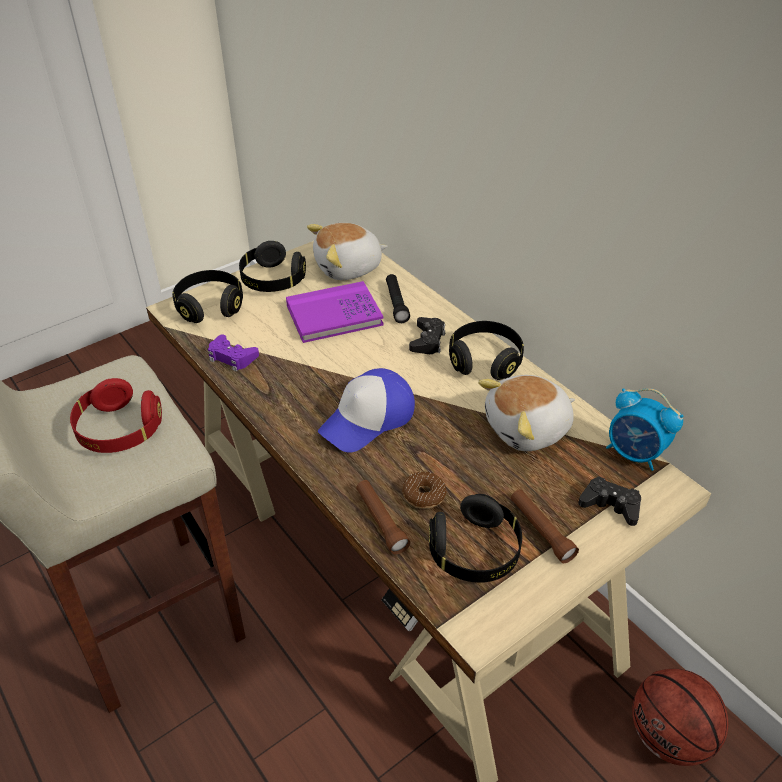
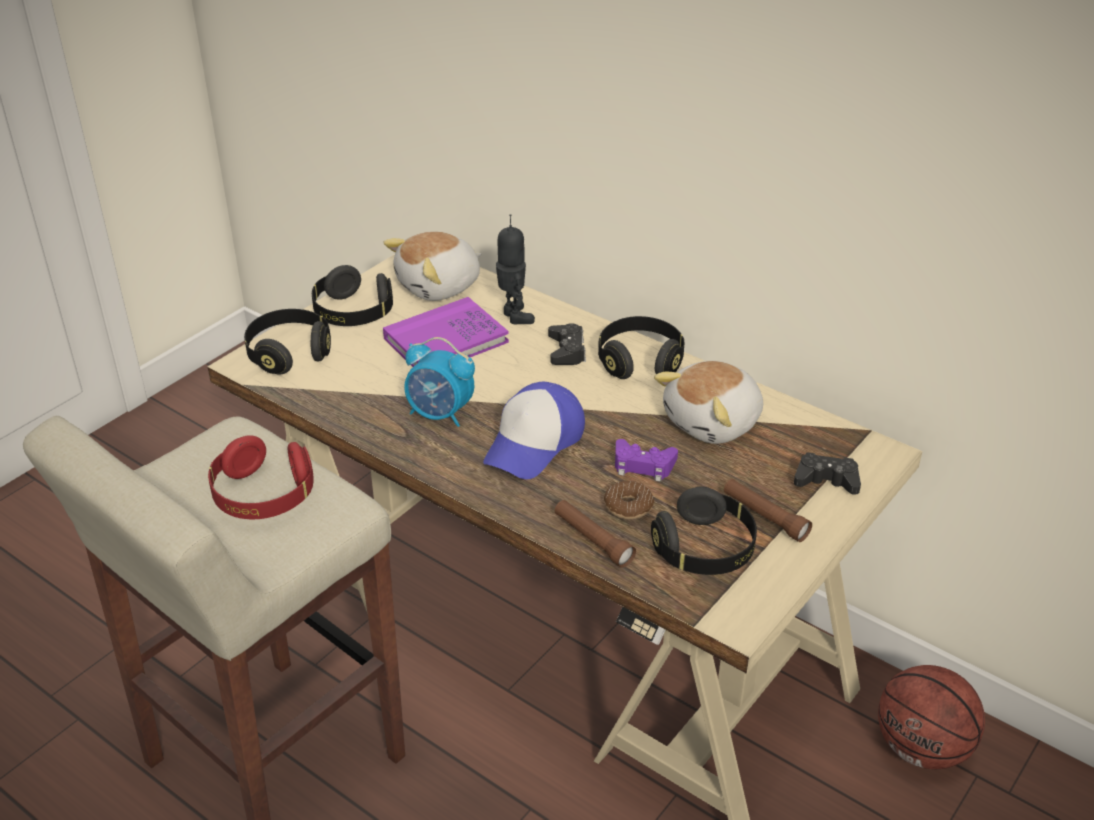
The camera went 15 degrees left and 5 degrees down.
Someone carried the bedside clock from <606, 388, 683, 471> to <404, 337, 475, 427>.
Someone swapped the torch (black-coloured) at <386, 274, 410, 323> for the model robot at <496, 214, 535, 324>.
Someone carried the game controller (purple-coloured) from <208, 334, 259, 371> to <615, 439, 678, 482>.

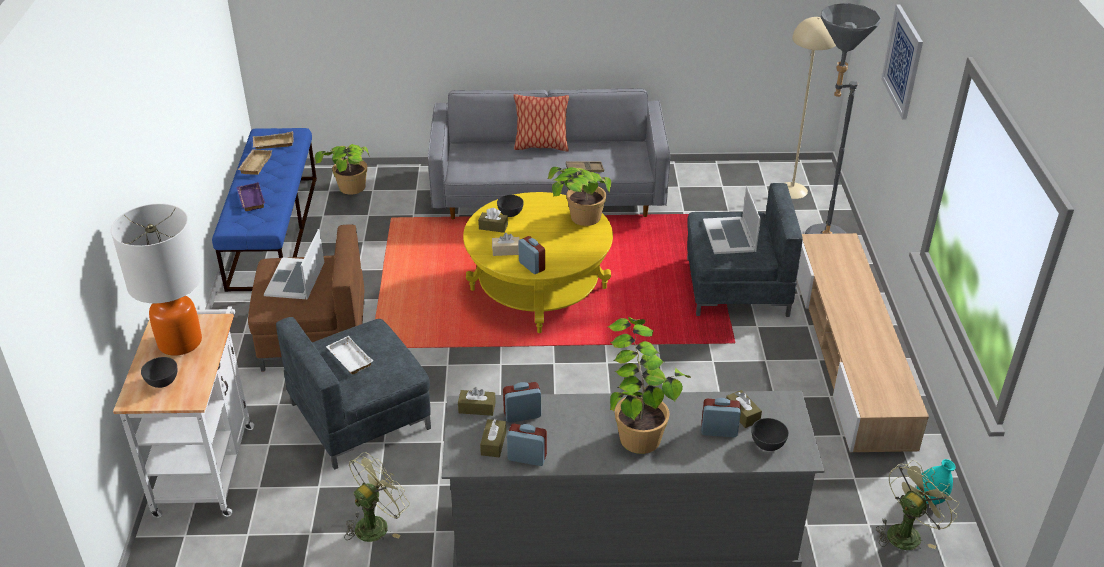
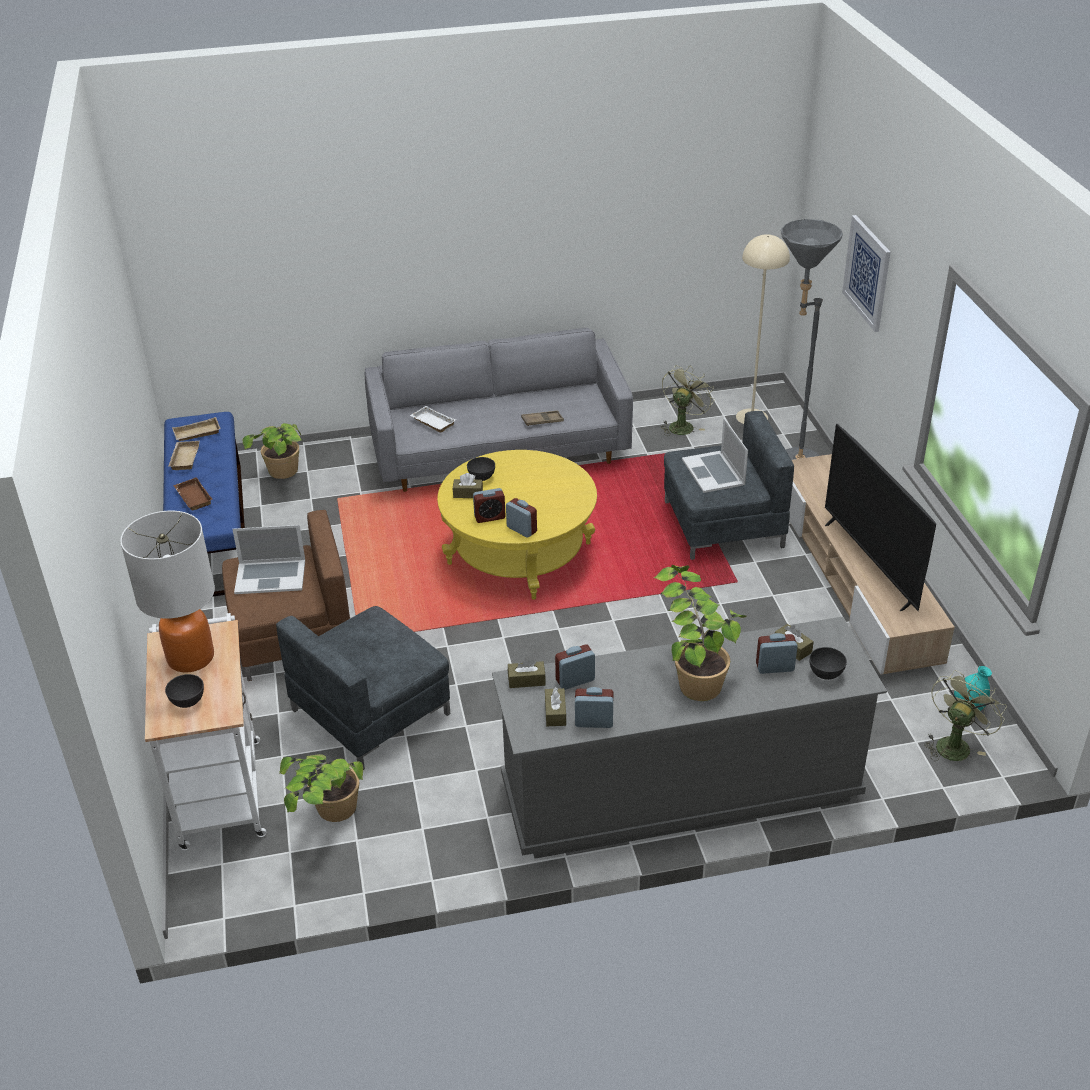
The camera went 10 degrees left and 0 degrees up.
Someone repainted the serving tray (purple-coloured) at <237, 182, 265, 211>, which became the serving tray (brown) at <173, 477, 212, 510>.
Someone rotated the notebook computer at <264, 229, 324, 299> by 90 degrees counterclockwise.
Someone carried the plant in a pot from <547, 167, 611, 226> to <279, 754, 363, 822>.
Someone carried the serving tray (white-coloured) from <326, 336, 373, 374> to <410, 406, 456, 432>.
Someone swapped the tissue holder (sand-coloured) at <492, 233, 520, 256> for the bedside clock at <473, 488, 506, 523>.
Someone carried the cooling fan (green) from <344, 452, 410, 542> to <660, 365, 715, 436>.
Someone put down the television at <825, 424, 936, 611>.
Someone took away the pillow at <513, 94, 569, 152>.

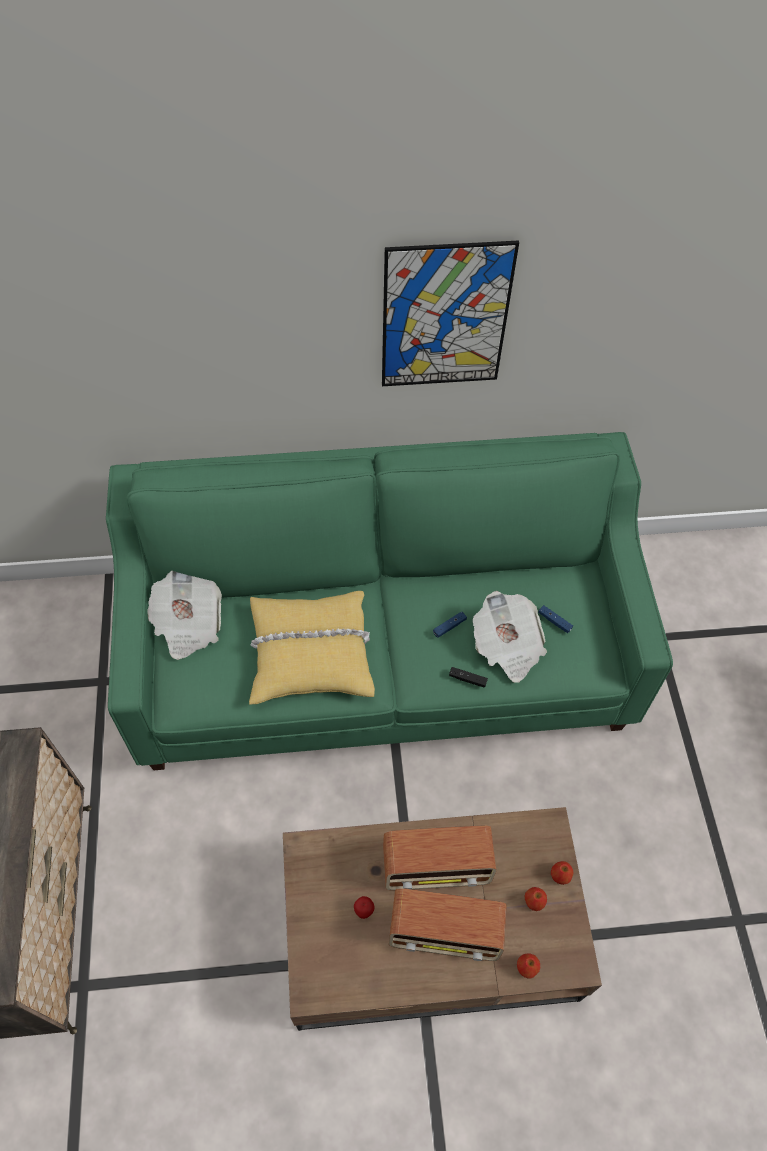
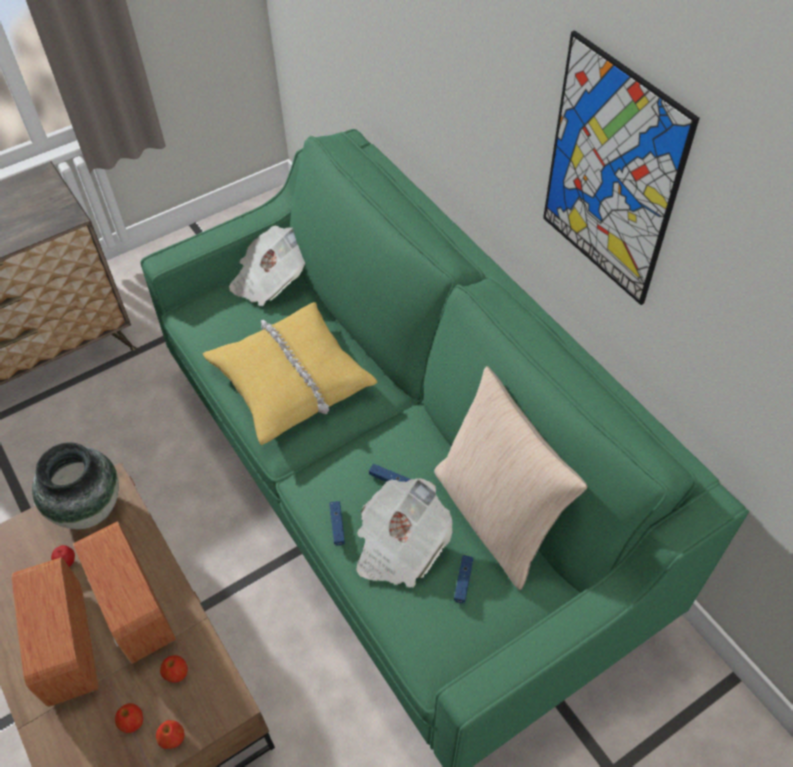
The camera went 65 degrees right and 5 degrees down.
Someone put down the vase at <32, 442, 119, 529>.
Someone carried the apple fruit from <517, 953, 540, 979> to <160, 655, 188, 683>.
Someone repainted the game controller (black-coloured) at <449, 667, 488, 688>, which became the game controller (blue) at <329, 501, 345, 546>.
Someone put down the pillow (sand-coloured) at <434, 366, 588, 590>.

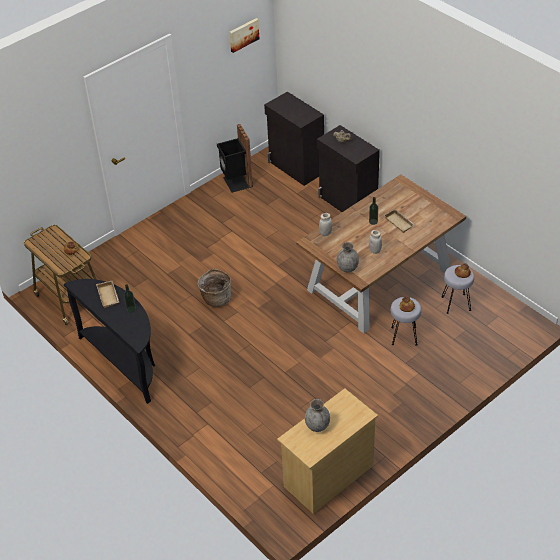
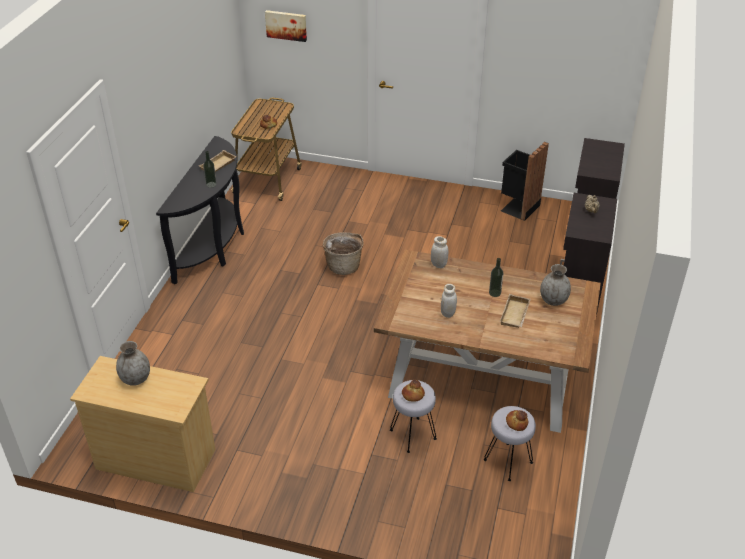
The camera went 55 degrees right and 5 degrees down.
Someone carried the wall art from <229, 18, 259, 53> to <265, 10, 307, 42>.
Someone carried the vase (greyish) from <337, 242, 359, 272> to <540, 264, 571, 306>.

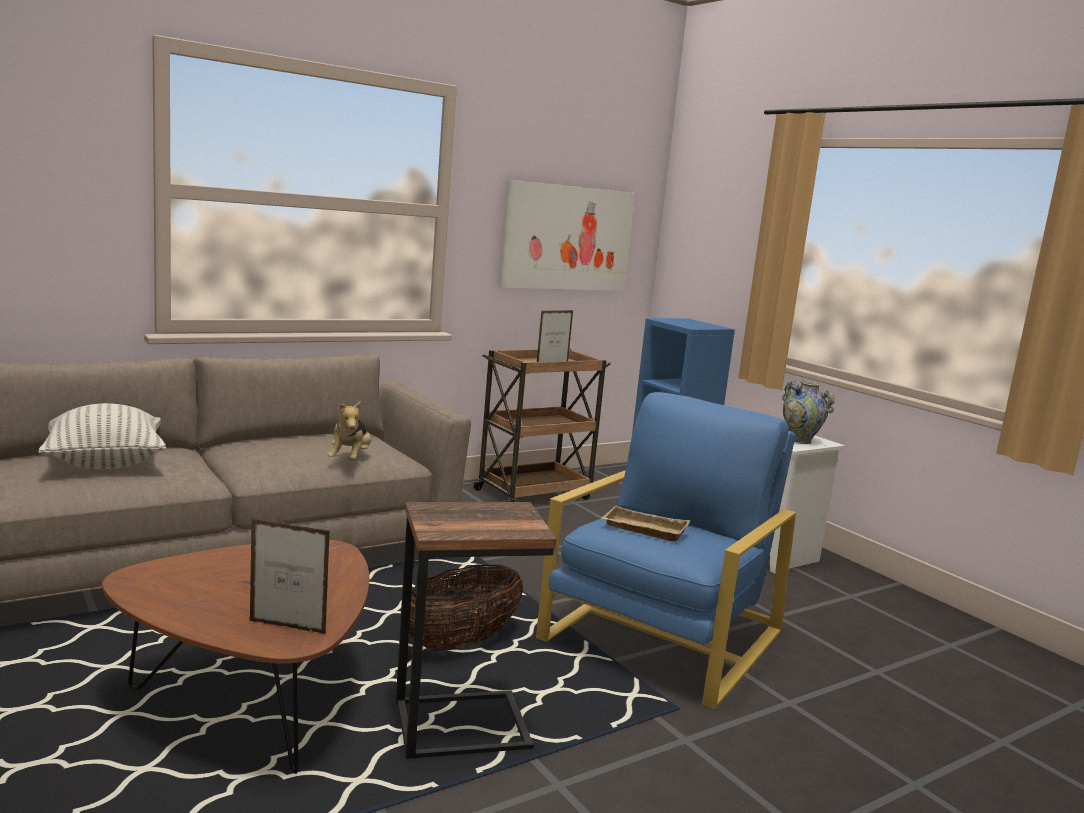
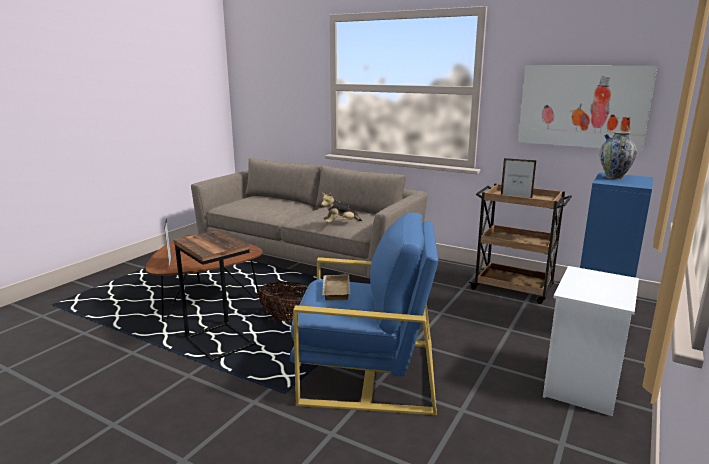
The camera went 65 degrees right and 5 degrees up.
Someone carried the vase from <782, 381, 835, 444> to <599, 131, 637, 180>.
Someone took away the pillow at <38, 403, 166, 469>.

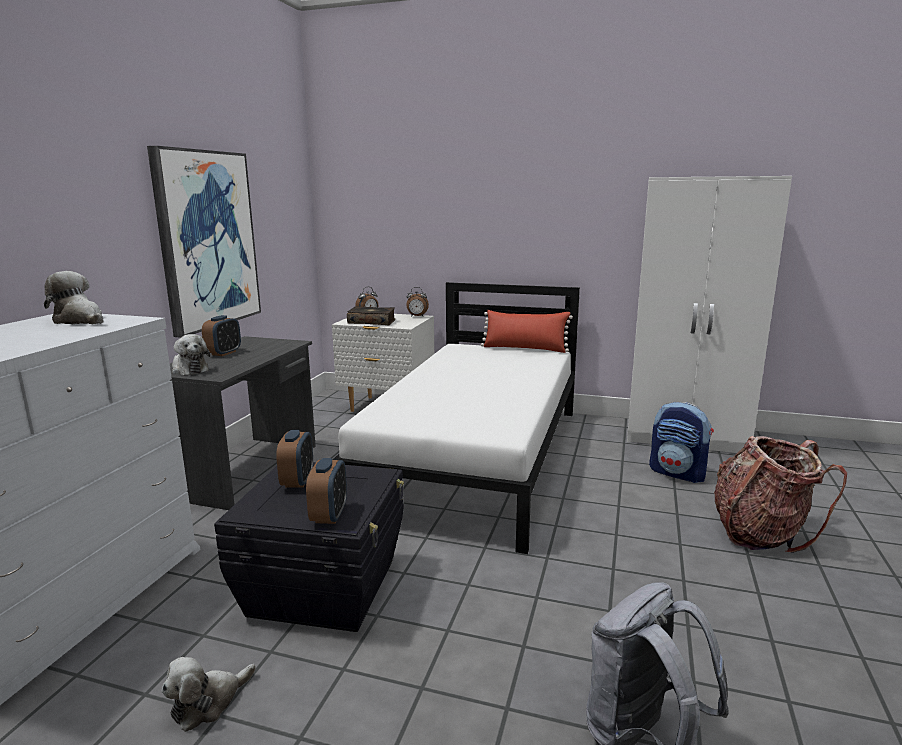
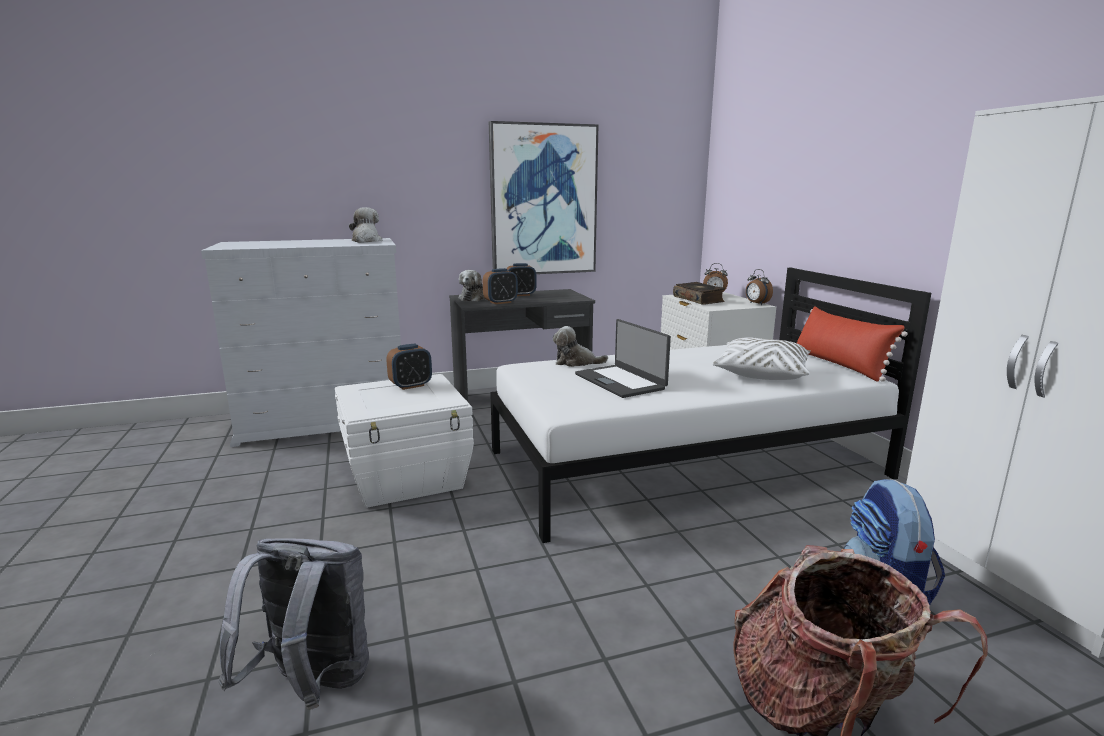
The camera went 55 degrees right and 0 degrees up.
Someone repainted the storage box (black-coloured) at <214, 462, 404, 632>, which became the storage box (white-coloured) at <335, 374, 474, 508>.
Someone carried the bedside clock from <306, 458, 347, 524> to <483, 268, 518, 304>.
Someone carried the cuddly toy from <161, 657, 256, 732> to <553, 326, 608, 367>.
Someone put down the notebook computer at <575, 319, 671, 398>.
Someone put down the pillow (white-coloured) at <713, 337, 811, 380>.

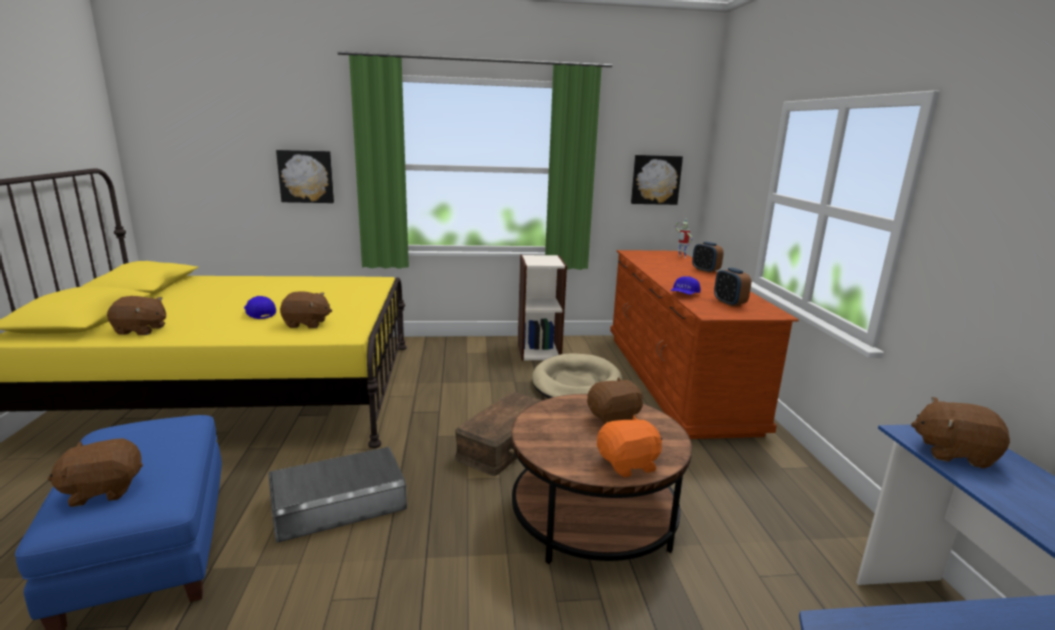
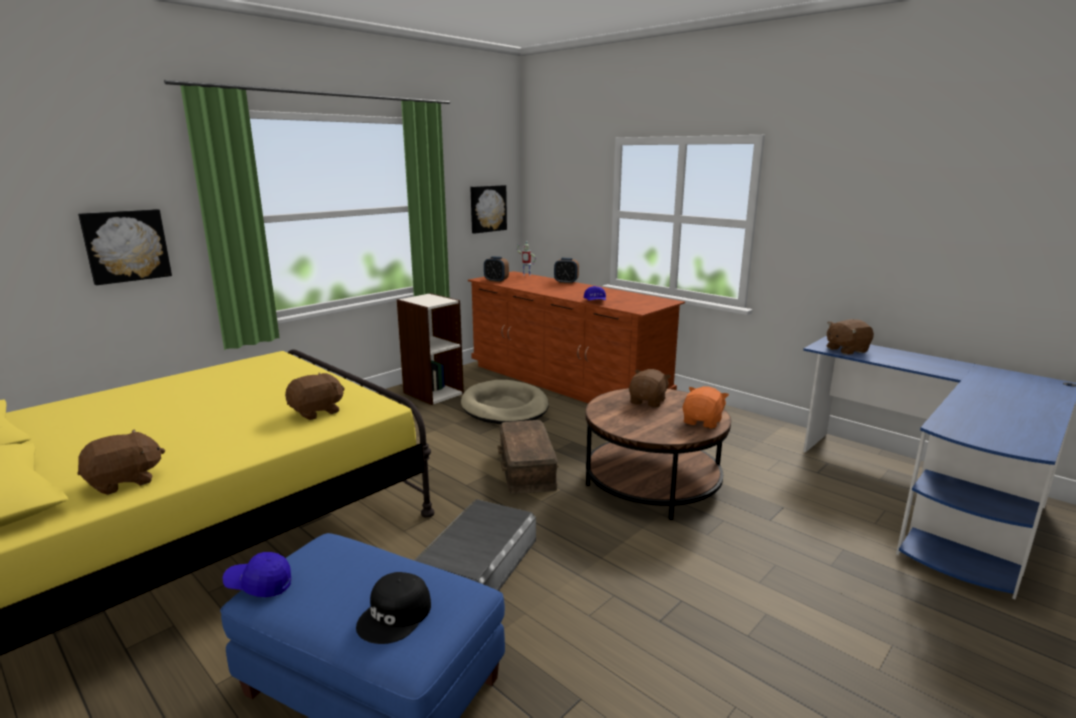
The camera went 40 degrees left and 0 degrees up.
Someone carried the peaked cap (blue) from <244, 296, 276, 319> to <223, 552, 291, 597>.
Someone swapped the cuddly toy (brown) at <48, 438, 143, 507> for the peaked cap (black-coloured) at <356, 572, 431, 644>.
Someone carried the bedside clock from <714, 268, 751, 307> to <484, 256, 509, 282>.

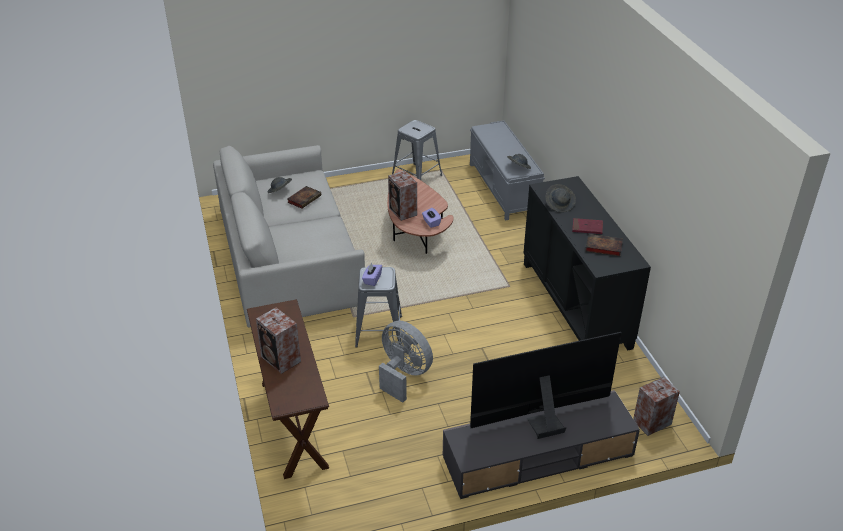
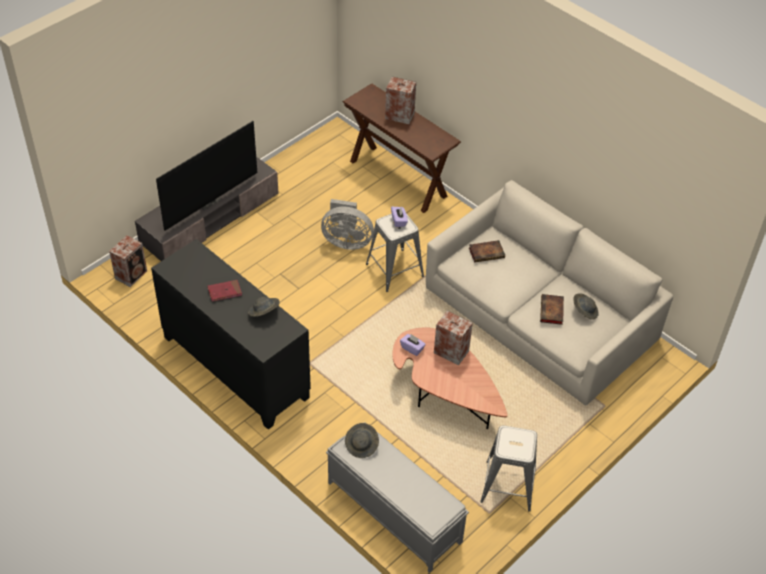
The camera went 150 degrees right and 10 degrees up.
Someone carried the volume from <585, 234, 623, 256> to <469, 240, 505, 263>.

